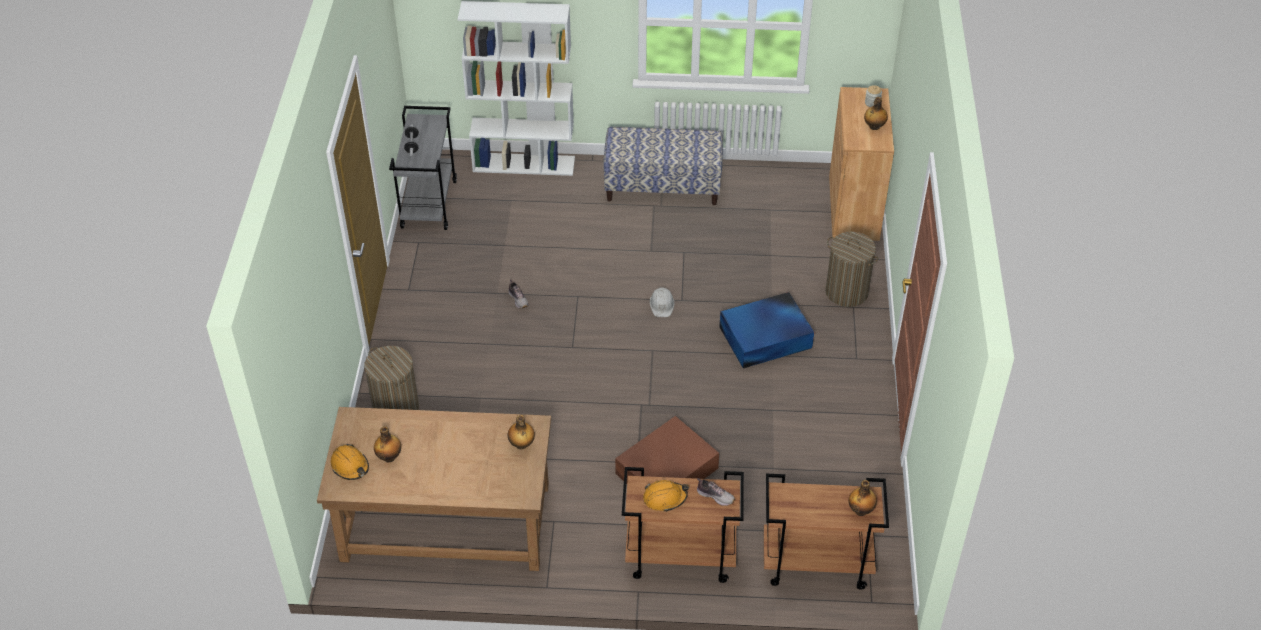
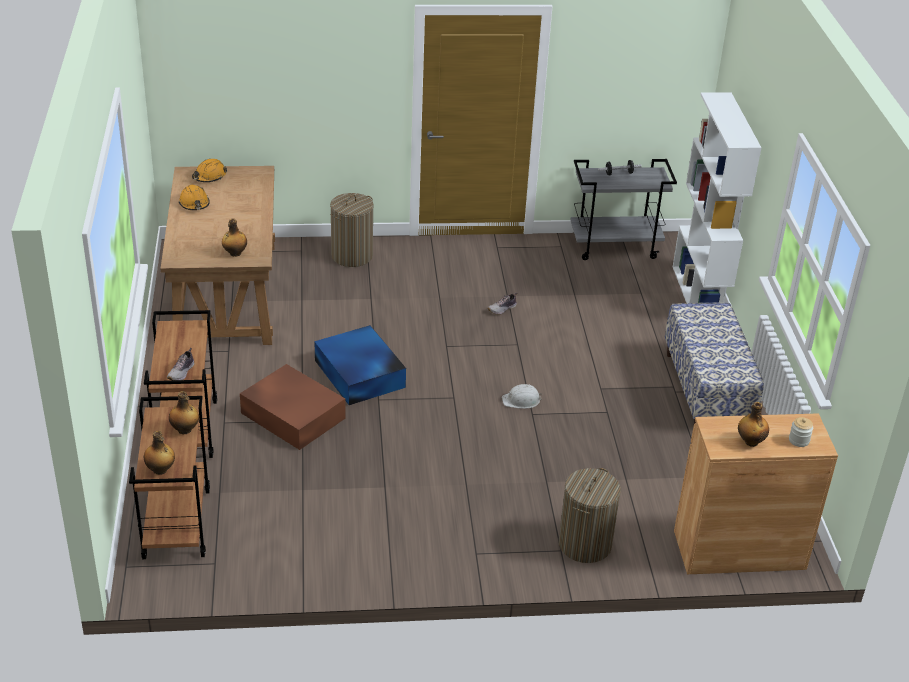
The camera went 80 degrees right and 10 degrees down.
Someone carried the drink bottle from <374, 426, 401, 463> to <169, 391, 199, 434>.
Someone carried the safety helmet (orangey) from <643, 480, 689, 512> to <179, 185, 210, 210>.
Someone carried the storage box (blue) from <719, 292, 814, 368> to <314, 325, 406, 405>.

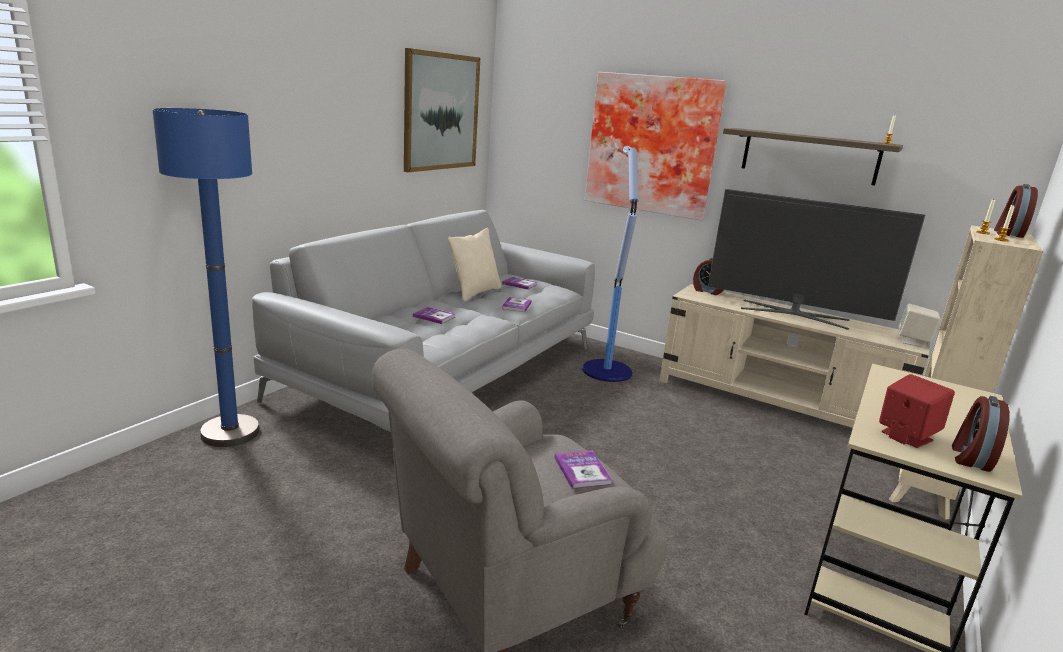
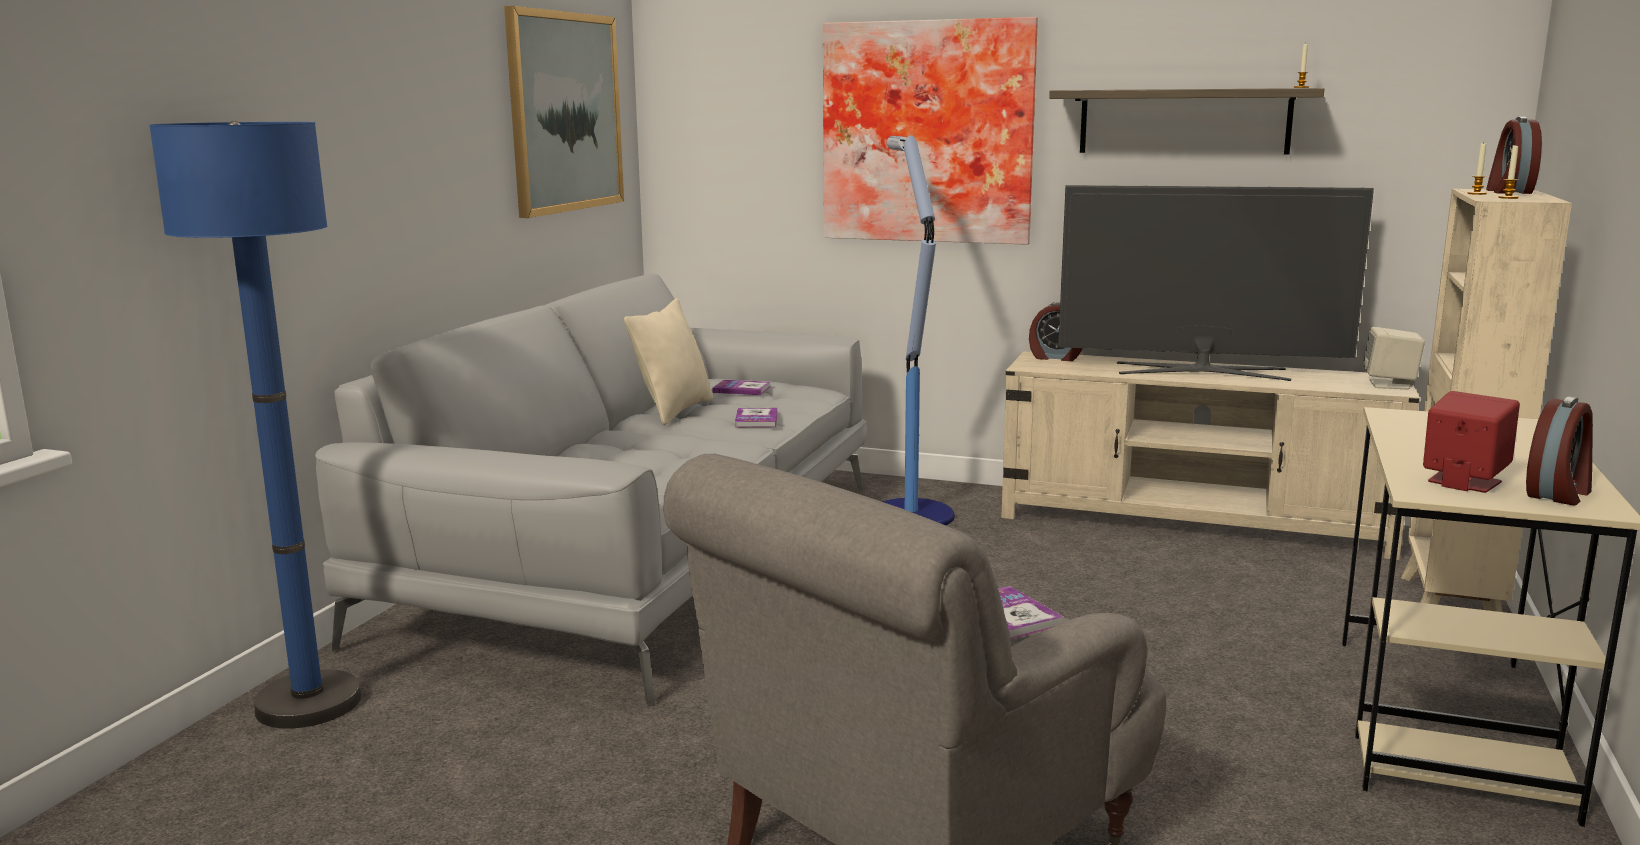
The camera went 10 degrees left and 5 degrees down.
Someone rotated the bedside clock at <952, 396, 1010, 472> by 150 degrees counterclockwise.
Someone took away the volume at <413, 307, 455, 324>.

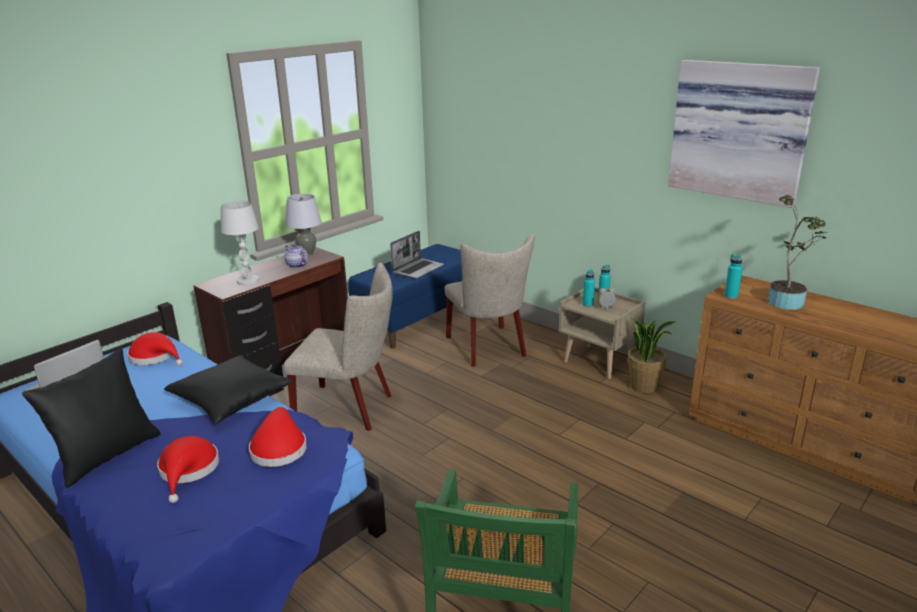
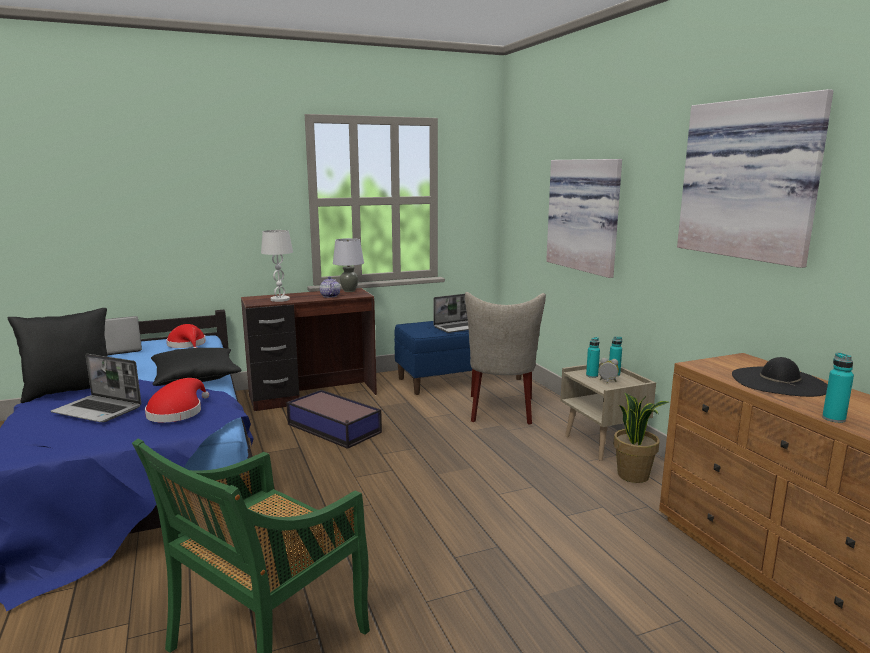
The camera went 25 degrees right and 10 degrees down.
Someone swapped the hat (red-coloured) at <157, 436, 219, 503> for the notebook computer at <51, 354, 141, 422>.
Someone swapped the chair (sand-coloured) at <283, 262, 393, 431> for the storage box at <286, 390, 382, 449>.
Someone put up the wall art at <546, 159, 622, 278>.
Someone swapped the plant in a pot at <768, 195, 826, 310> for the hat (black-coloured) at <732, 357, 828, 397>.
Someone carried the drink bottle (turquoise) from <724, 254, 743, 299> to <822, 353, 854, 423>.

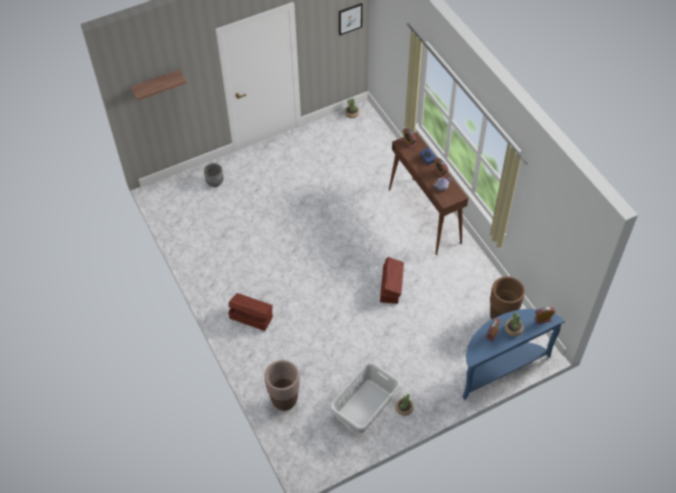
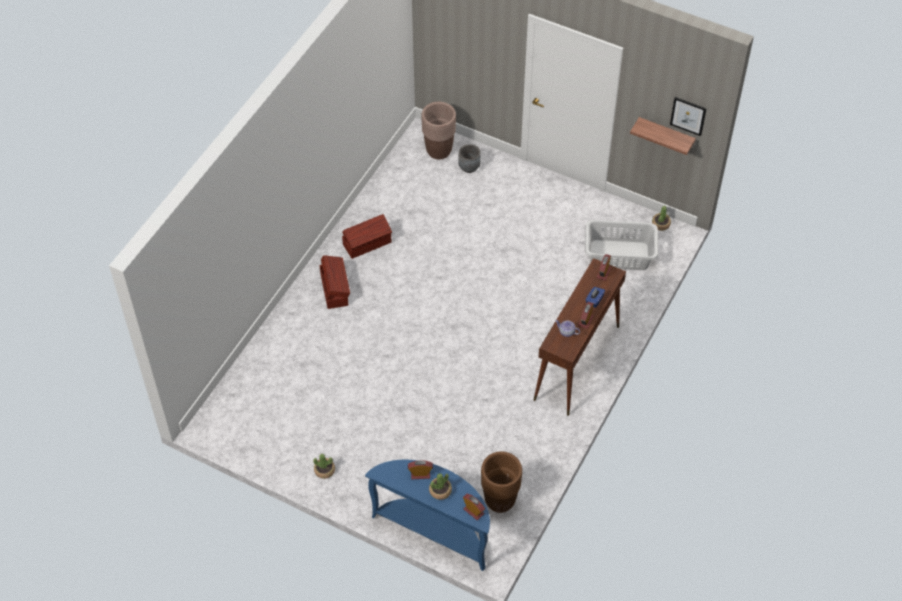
The camera went 55 degrees right and 0 degrees up.
Someone carried the storage box (brown) from <380, 257, 404, 304> to <342, 214, 392, 259>.
Someone carried the planter (brown) from <264, 360, 300, 411> to <421, 102, 456, 159>.
Someone carried the washing basket (greyish) from <330, 362, 400, 433> to <585, 220, 658, 270>.
Someone carried the wall shelf from <131, 70, 186, 101> to <630, 117, 696, 155>.

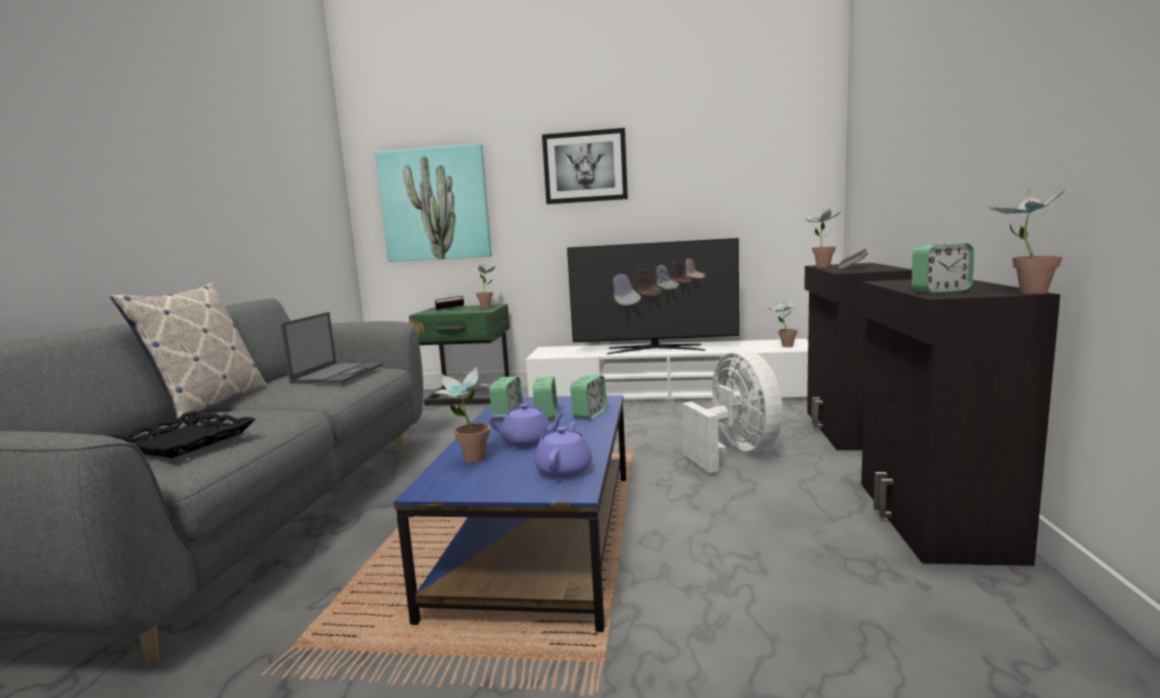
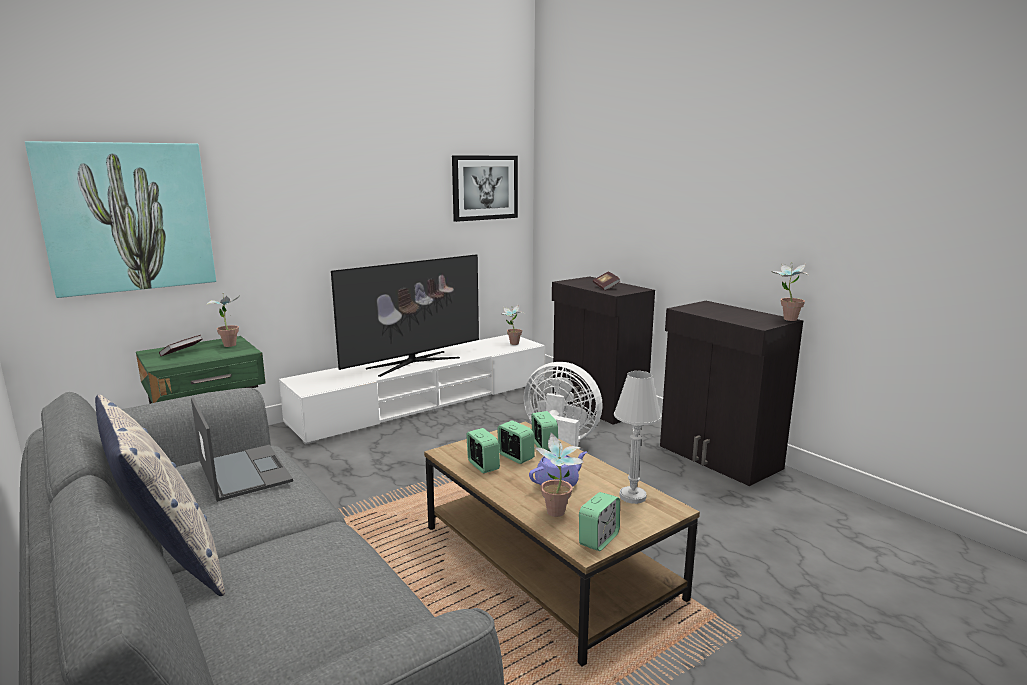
The camera went 45 degrees left and 5 degrees up.
Someone repainted the coffee table (blue) at <394, 395, 626, 632>, which became the coffee table (brown) at <424, 421, 700, 667>.
Someone carried the wall art from <542, 128, 628, 204> to <452, 155, 518, 222>.
Someone carried the bedside clock from <912, 243, 974, 293> to <579, 492, 620, 551>.
Someone swapped the teapot (purple-coloured) at <534, 421, 592, 478> for the tabletop lamp (white-coloured) at <614, 371, 662, 504>.
Someone took away the serving tray (black-coloured) at <109, 411, 256, 458>.
Someone took away the plant in a pot at <806, 209, 840, 268>.

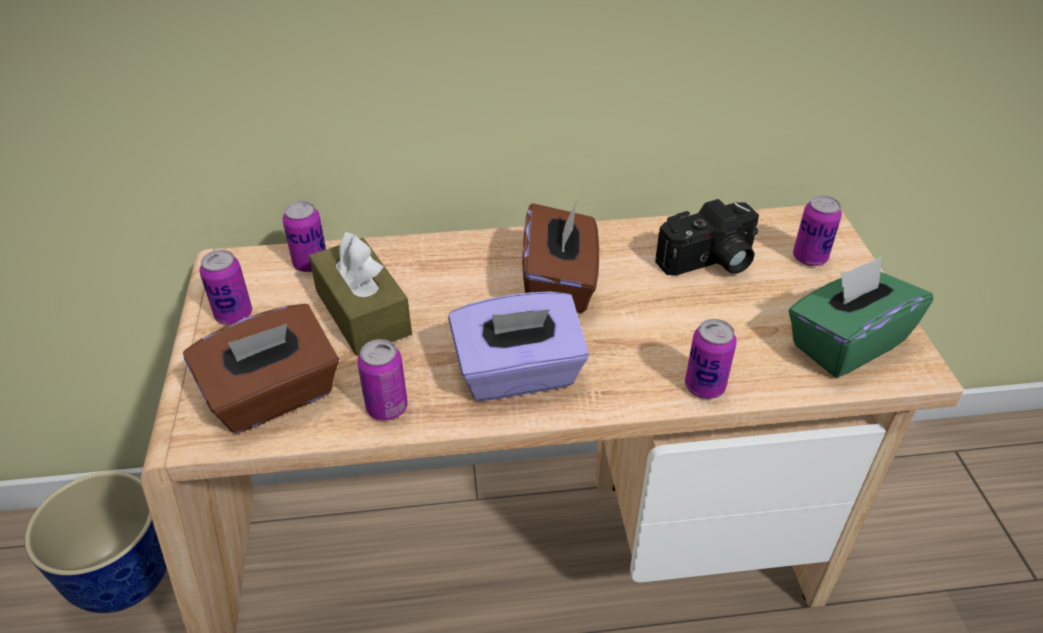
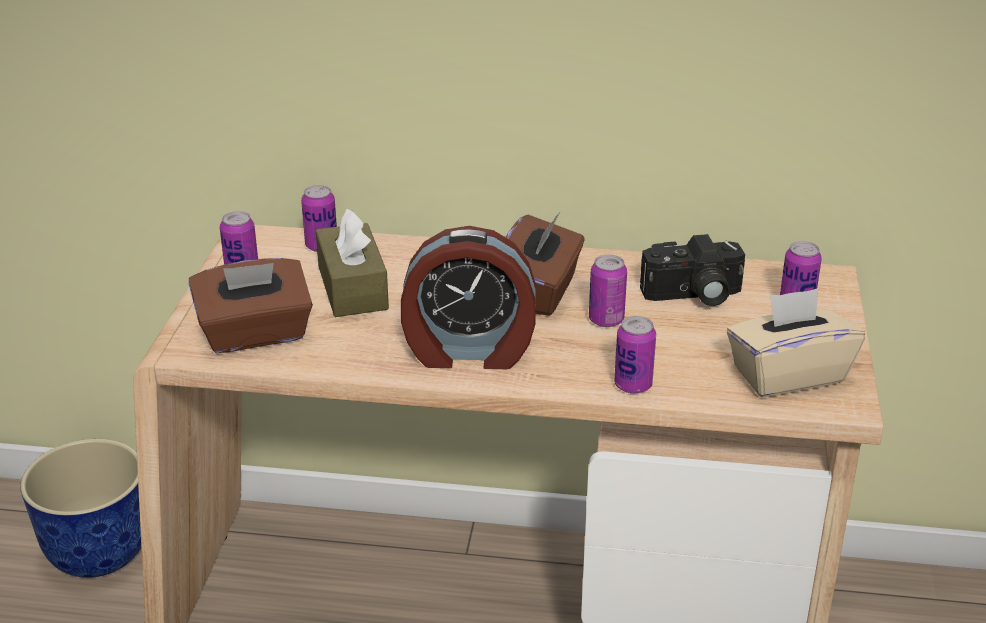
The camera went 15 degrees right and 10 degrees down.
Someone swapped the tissue holder (purple-coloured) at <448, 291, 589, 401> for the bedside clock at <401, 226, 536, 369>.
Someone carried the sealed can from <357, 339, 408, 421> to <589, 255, 627, 327>.
Someone repainted the tissue holder (green) at <788, 256, 933, 377>, which became the tissue holder (sand-coloured) at <727, 288, 865, 397>.

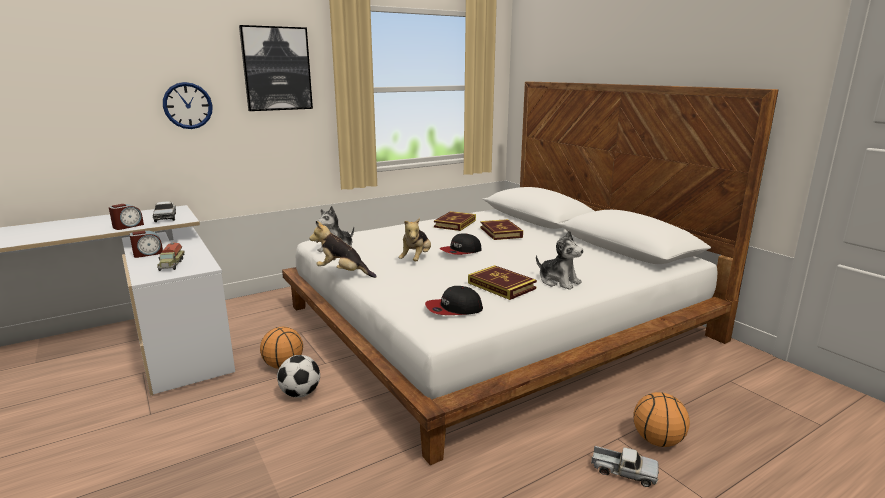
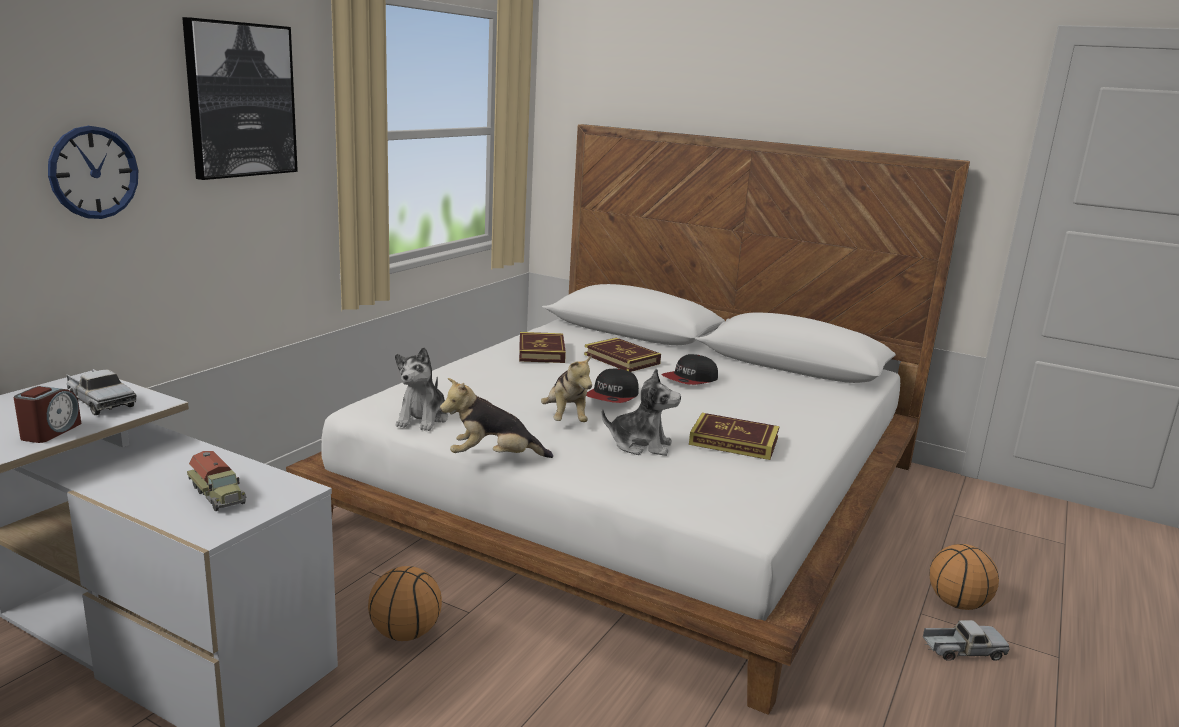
The camera went 30 degrees left and 0 degrees up.
Someone carried the cuddly toy from <536, 230, 583, 290> to <601, 368, 681, 456>.
Someone carried the peaked cap from <425, 286, 483, 315> to <661, 354, 718, 385>.
Someone took away the bedside clock at <129, 231, 163, 258>.
Someone took away the ball for football at <277, 355, 320, 398>.

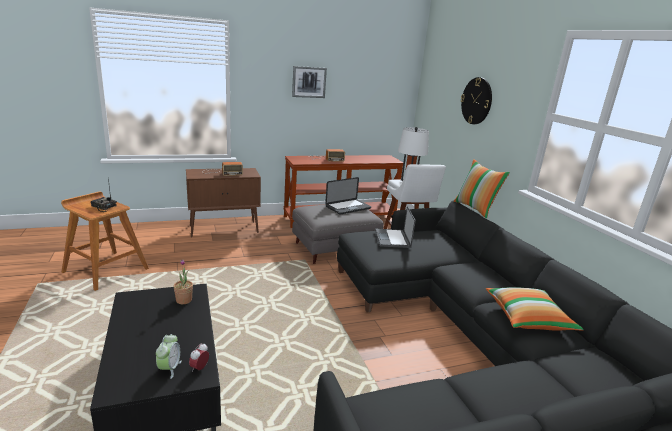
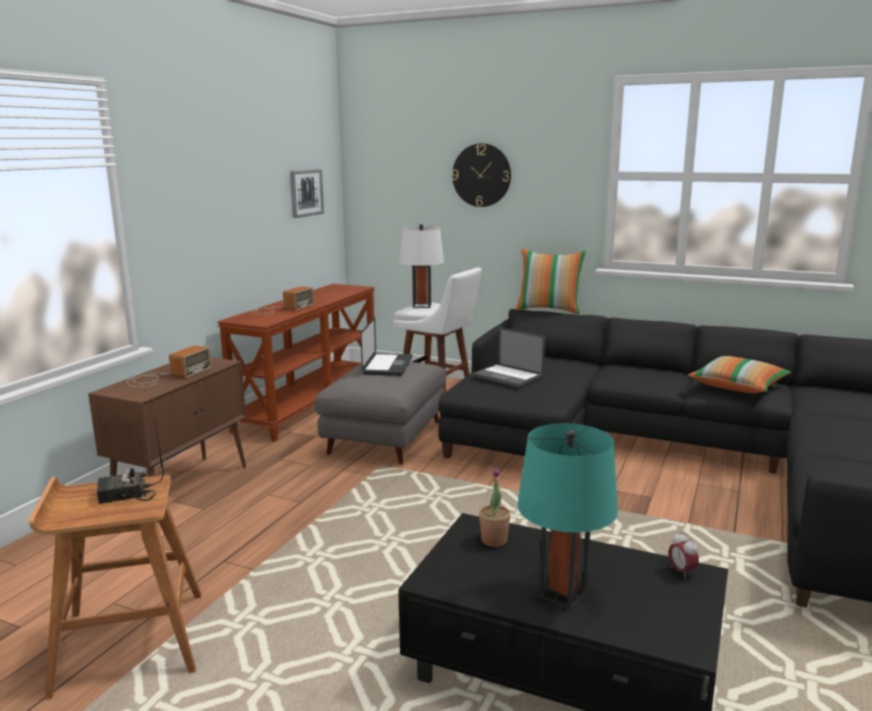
The camera went 45 degrees left and 5 degrees down.
Someone carried the wall art from <292, 66, 327, 98> to <290, 169, 324, 218>.
Someone put down the tabletop lamp (turquoise) at <518, 423, 618, 609>.
Someone took away the bedside clock at <156, 334, 182, 379>.

